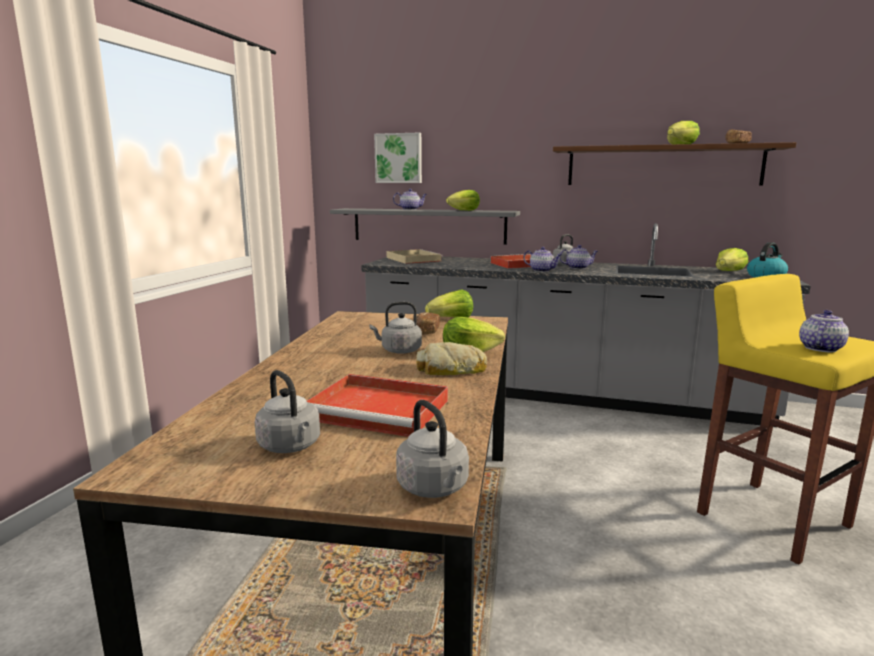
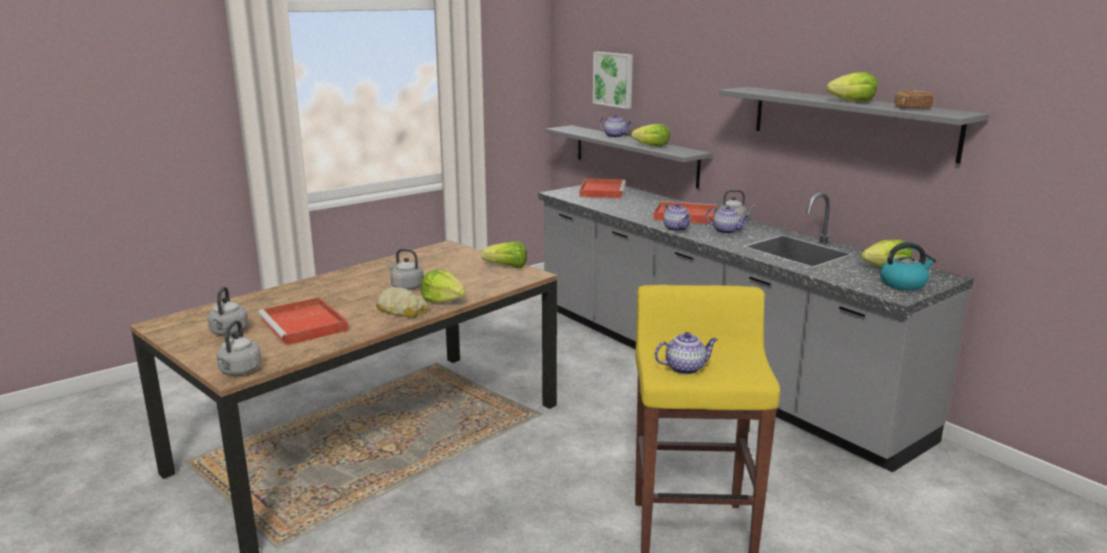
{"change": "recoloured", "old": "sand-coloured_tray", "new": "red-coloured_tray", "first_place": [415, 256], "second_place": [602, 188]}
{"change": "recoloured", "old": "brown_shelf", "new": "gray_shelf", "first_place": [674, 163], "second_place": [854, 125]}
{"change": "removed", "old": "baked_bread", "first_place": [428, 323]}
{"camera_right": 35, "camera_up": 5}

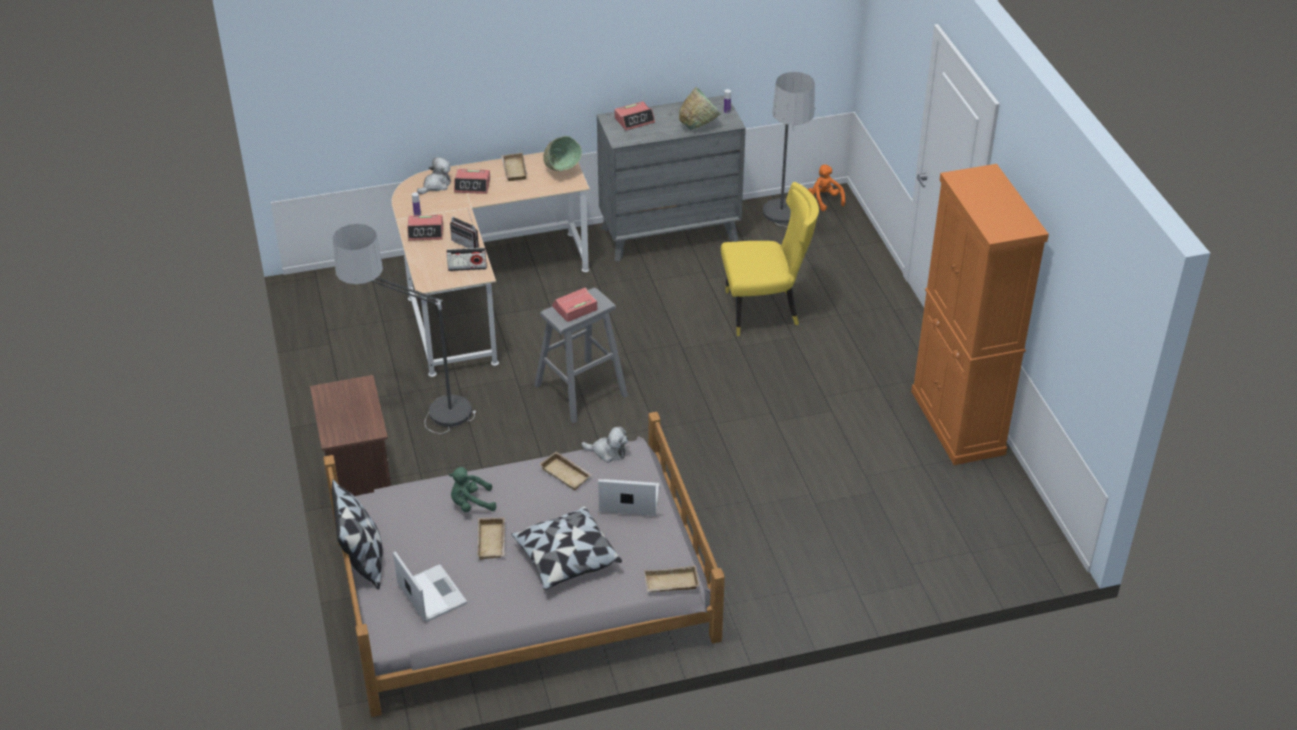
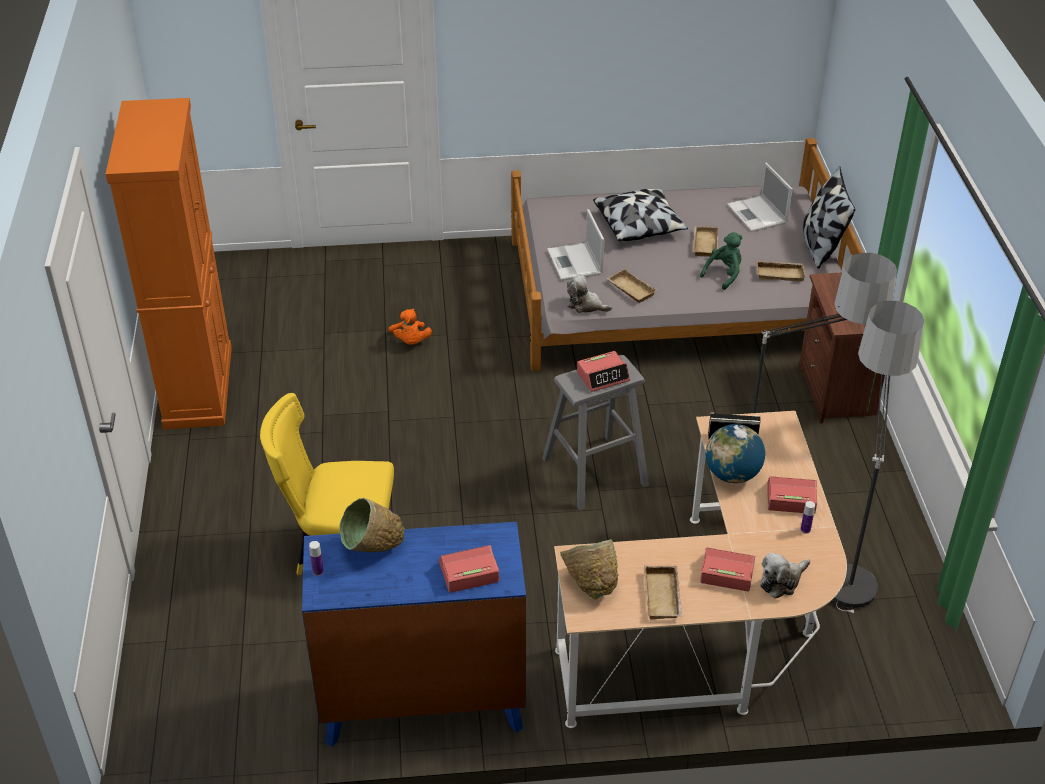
{"change": "recoloured", "old": "gray_drawer_chest", "new": "blue-coloured_drawer_chest", "first_place": [671, 178], "second_place": [414, 634]}
{"change": "moved", "old": "orange-coloured_plush_toy", "first_place": [826, 187], "second_place": [410, 327]}
{"change": "turned", "old": "portable_computer", "first_place": [629, 497], "second_place": [575, 245], "degrees": 60}
{"change": "turned", "old": "greenish_plush_toy", "first_place": [473, 489], "second_place": [721, 261], "degrees": -45}
{"change": "replaced", "old": "radio", "new": "desk_globe", "first_place": [464, 229], "second_place": [735, 453]}
{"change": "moved", "old": "sand-coloured_tray", "first_place": [671, 578], "second_place": [781, 271]}
{"change": "moved", "old": "standard_lamp", "first_place": [789, 149], "second_place": [878, 457]}
{"camera_right": -170, "camera_up": 0}

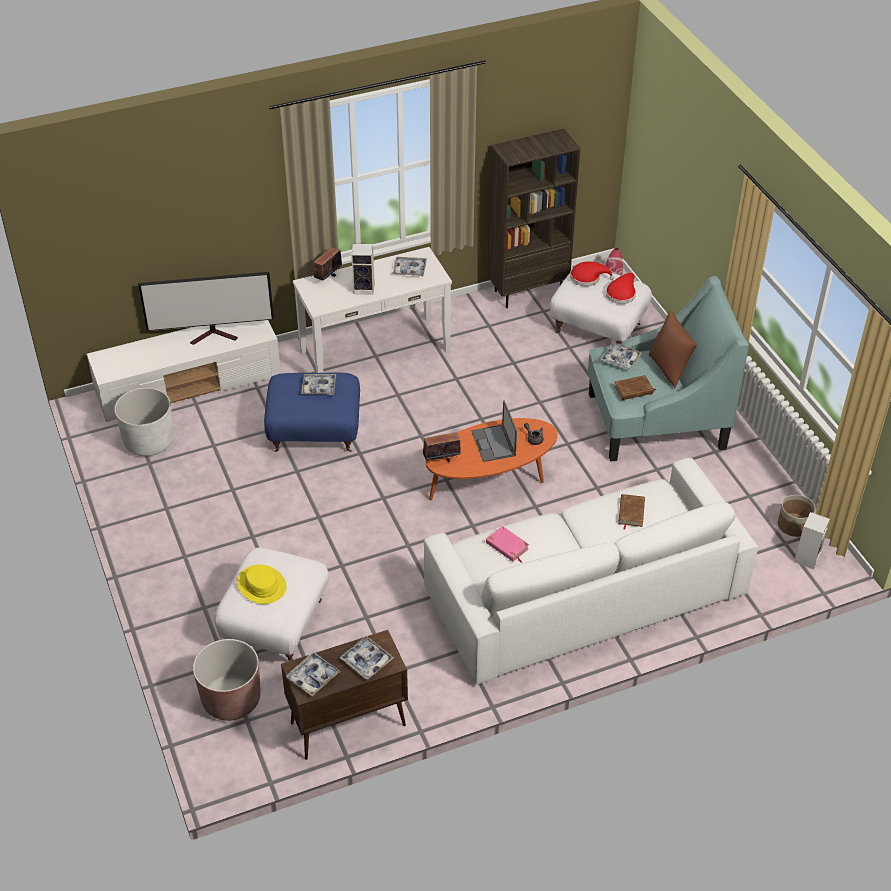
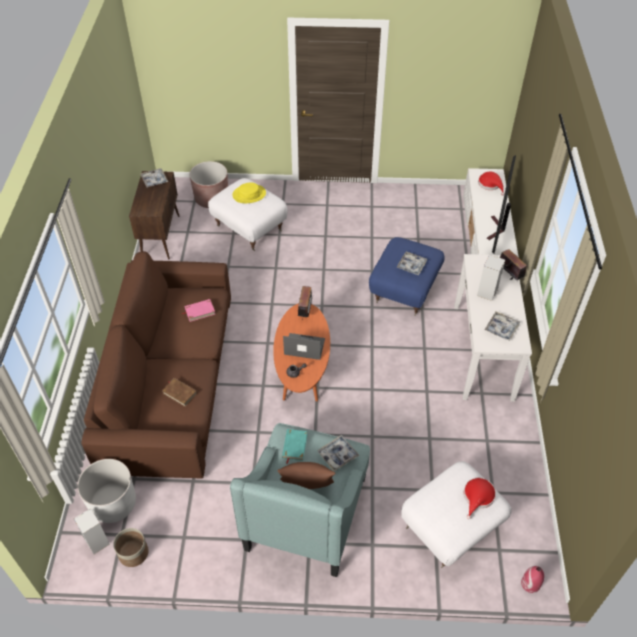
{"change": "moved", "old": "white-coloured_planter", "first_place": [144, 421], "second_place": [106, 491]}
{"change": "recoloured", "old": "white-coloured_couch", "new": "brown_couch", "first_place": [591, 571], "second_place": [156, 365]}
{"change": "recoloured", "old": "brown_bound_book", "new": "turquoise-coloured_bound_book", "first_place": [635, 387], "second_place": [294, 446]}
{"change": "moved", "old": "red-coloured_wearable_hat", "first_place": [621, 288], "second_place": [491, 184]}
{"change": "removed", "old": "tray", "first_place": [366, 657]}
{"change": "removed", "old": "brown_bookcase", "first_place": [533, 218]}
{"camera_right": 115, "camera_up": 5}

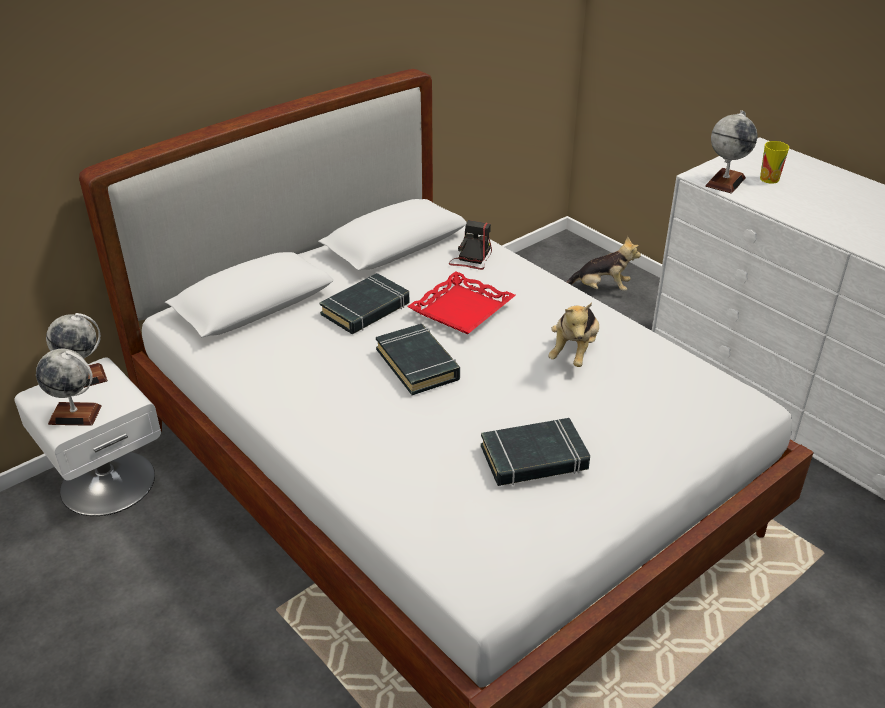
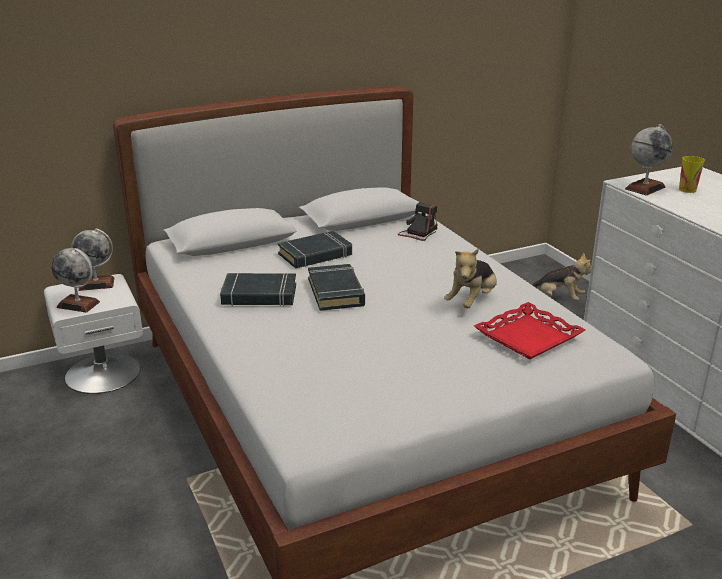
{"change": "moved", "old": "blackish_bound_book", "first_place": [535, 452], "second_place": [258, 289]}
{"change": "moved", "old": "red-coloured_tray", "first_place": [461, 302], "second_place": [530, 330]}
{"camera_right": 15, "camera_up": -10}

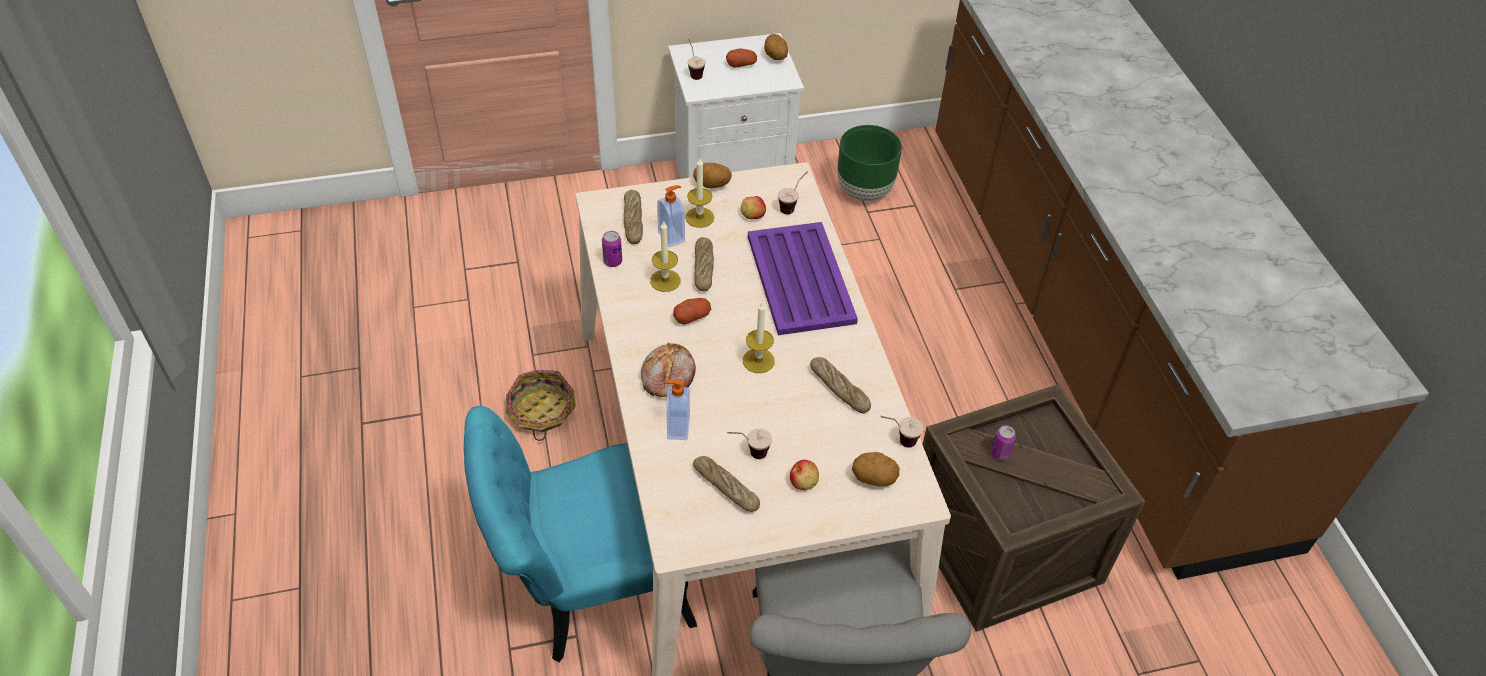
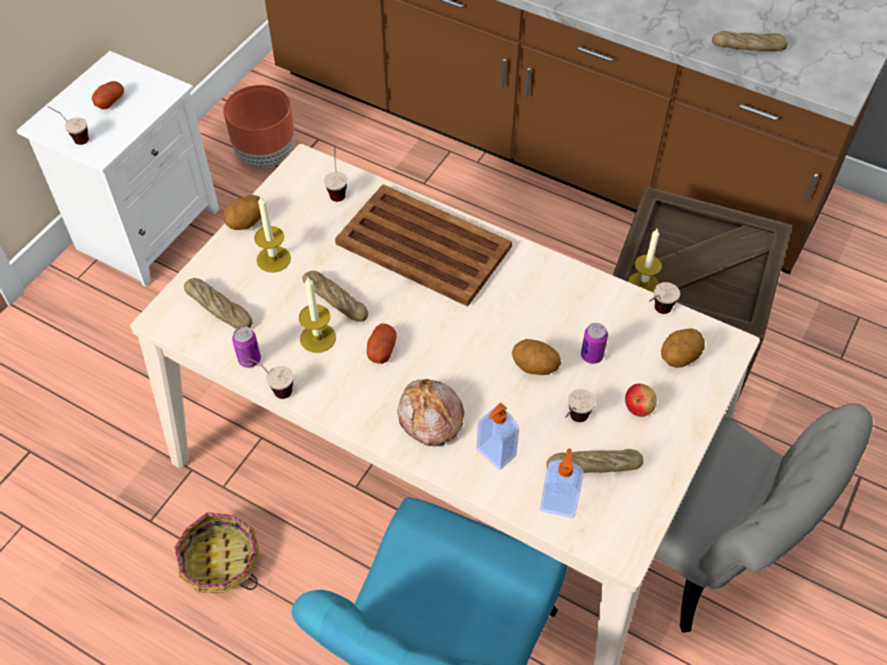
{"change": "recoloured", "old": "greenish_planter", "new": "brown_planter", "first_place": [869, 163], "second_place": [259, 126]}
{"change": "added", "new": "small_cup", "second_place": [269, 377]}
{"change": "recoloured", "old": "purple_tray", "new": "brown_tray", "first_place": [803, 278], "second_place": [423, 245]}
{"change": "moved", "old": "spud", "first_place": [776, 47], "second_place": [536, 357]}
{"change": "moved", "old": "soap_dispenser", "first_place": [671, 216], "second_place": [562, 483]}
{"change": "moved", "old": "sealed_can", "first_place": [1003, 442], "second_place": [594, 343]}
{"change": "moved", "old": "candle", "first_place": [759, 337], "second_place": [645, 261]}
{"change": "moved", "old": "baked_bread", "first_place": [840, 385], "second_place": [750, 41]}
{"change": "removed", "old": "apple", "first_place": [753, 207]}
{"camera_right": -45, "camera_up": 5}

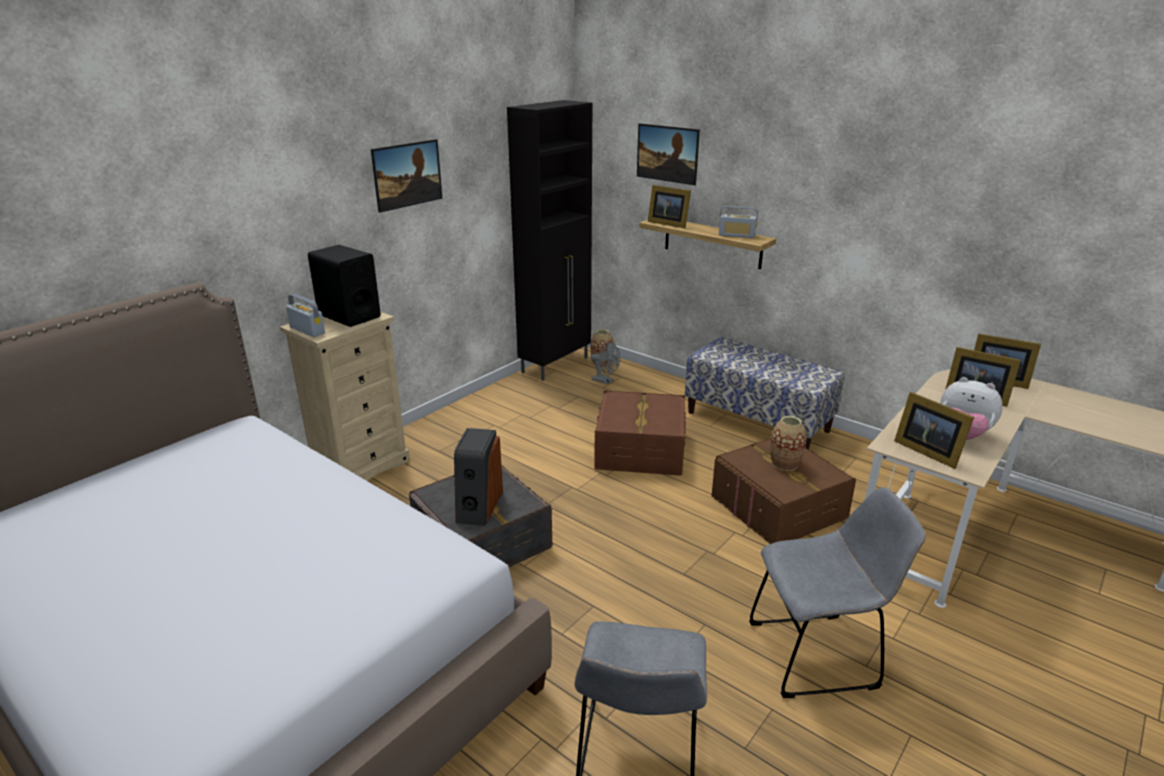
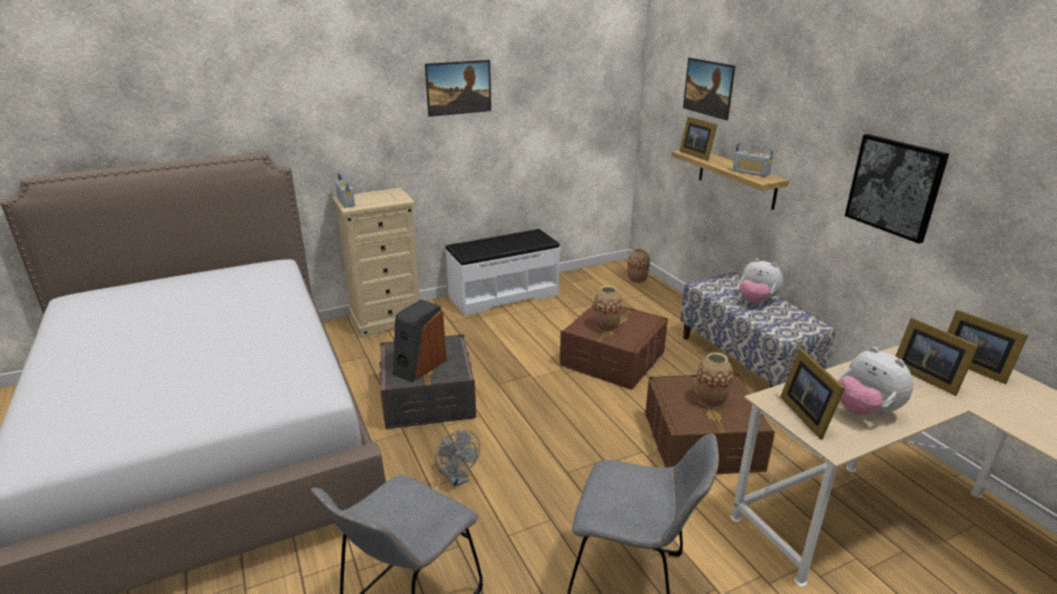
{"change": "moved", "old": "gray_electric_fan", "first_place": [605, 363], "second_place": [457, 458]}
{"change": "added", "new": "white-coloured_bench", "second_place": [502, 272]}
{"change": "added", "new": "vase", "second_place": [607, 309]}
{"change": "added", "new": "plush_toy", "second_place": [761, 280]}
{"change": "added", "new": "wall_art", "second_place": [897, 189]}
{"change": "removed", "old": "blackish_audio_speaker", "first_place": [344, 286]}
{"change": "removed", "old": "blackish_cabinet", "first_place": [549, 240]}
{"camera_right": 25, "camera_up": 0}

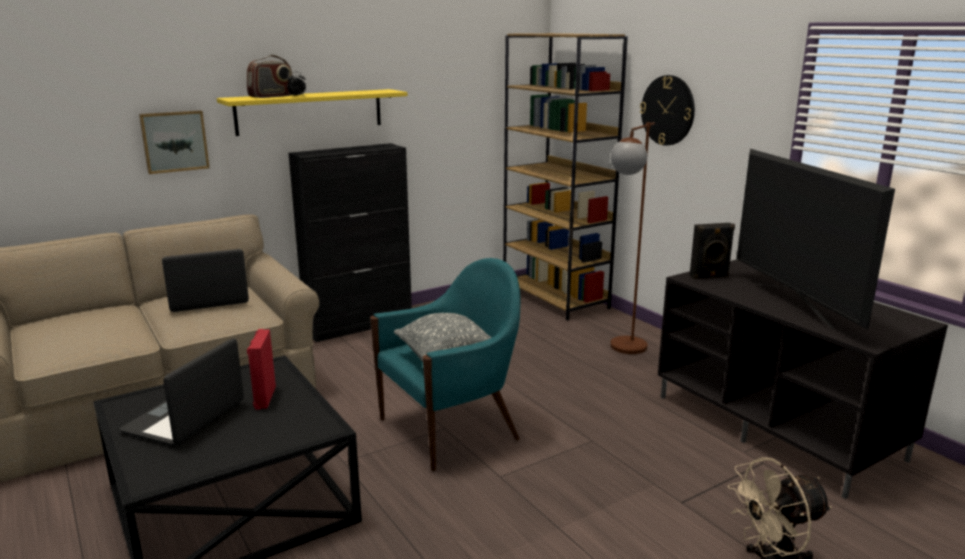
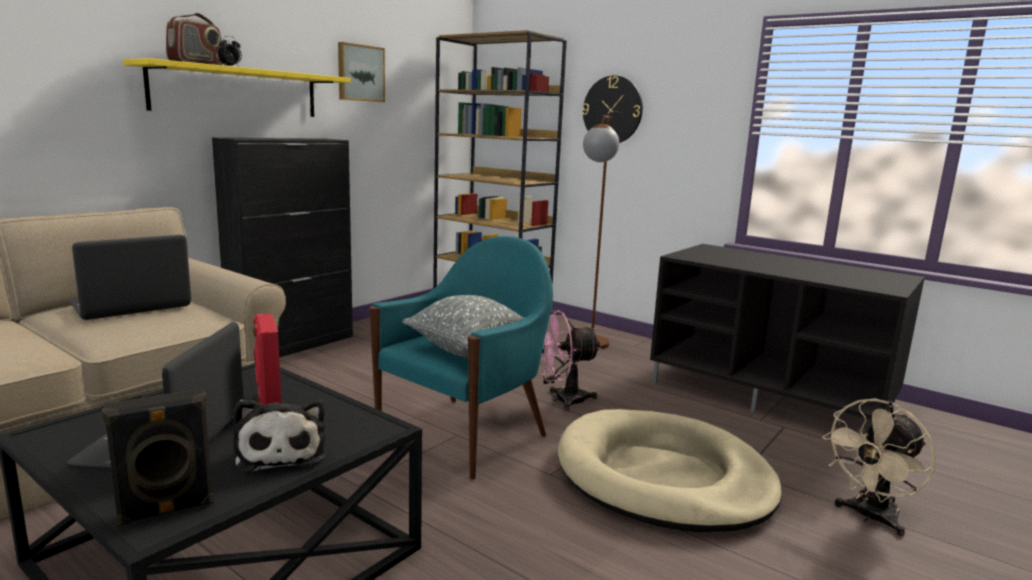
{"change": "moved", "old": "blackish_audio_speaker", "first_place": [712, 251], "second_place": [158, 457]}
{"change": "added", "new": "plush_toy", "second_place": [279, 436]}
{"change": "moved", "old": "wall_art", "first_place": [174, 142], "second_place": [361, 72]}
{"change": "added", "new": "pink_electric_fan", "second_place": [570, 360]}
{"change": "added", "new": "sand-coloured_dog_cushion", "second_place": [670, 470]}
{"change": "removed", "old": "TV", "first_place": [816, 239]}
{"camera_right": -20, "camera_up": -5}

